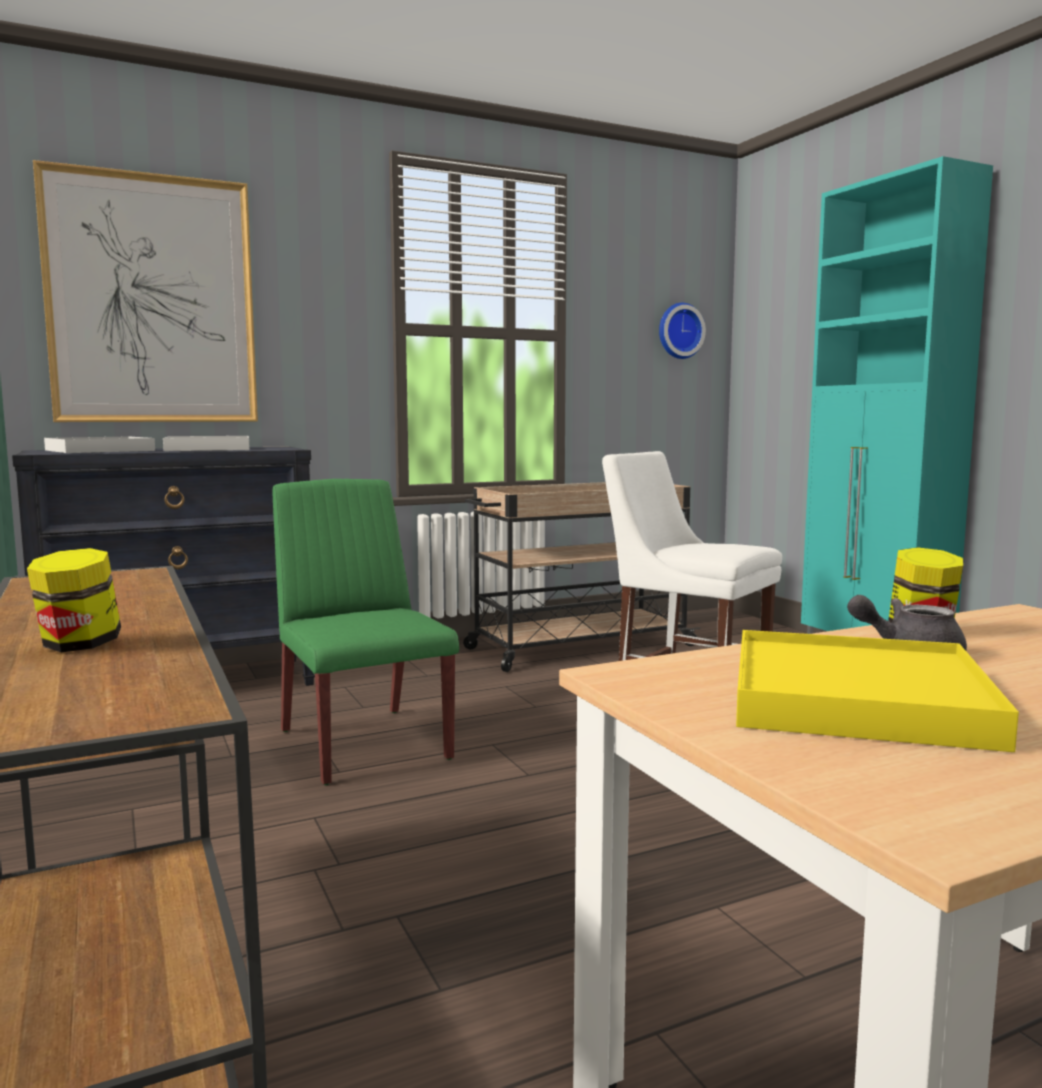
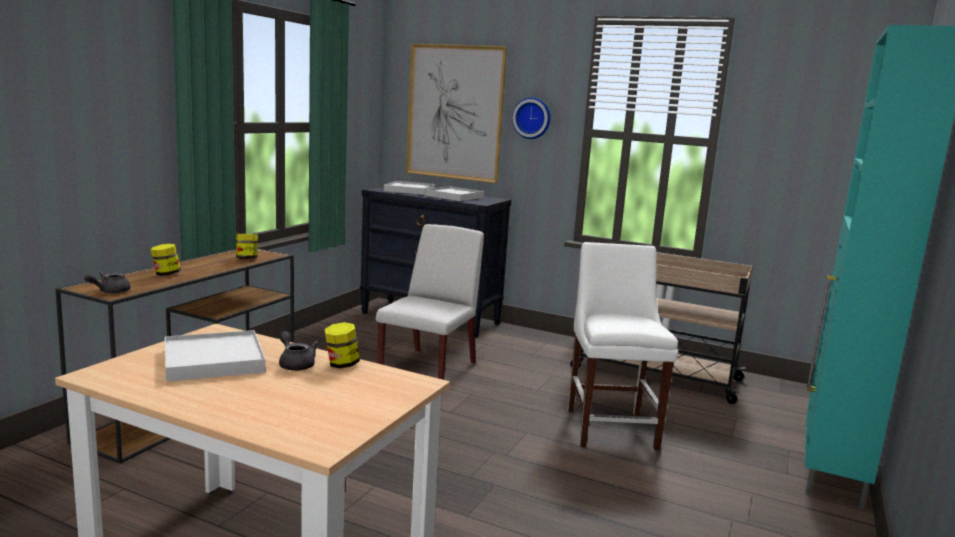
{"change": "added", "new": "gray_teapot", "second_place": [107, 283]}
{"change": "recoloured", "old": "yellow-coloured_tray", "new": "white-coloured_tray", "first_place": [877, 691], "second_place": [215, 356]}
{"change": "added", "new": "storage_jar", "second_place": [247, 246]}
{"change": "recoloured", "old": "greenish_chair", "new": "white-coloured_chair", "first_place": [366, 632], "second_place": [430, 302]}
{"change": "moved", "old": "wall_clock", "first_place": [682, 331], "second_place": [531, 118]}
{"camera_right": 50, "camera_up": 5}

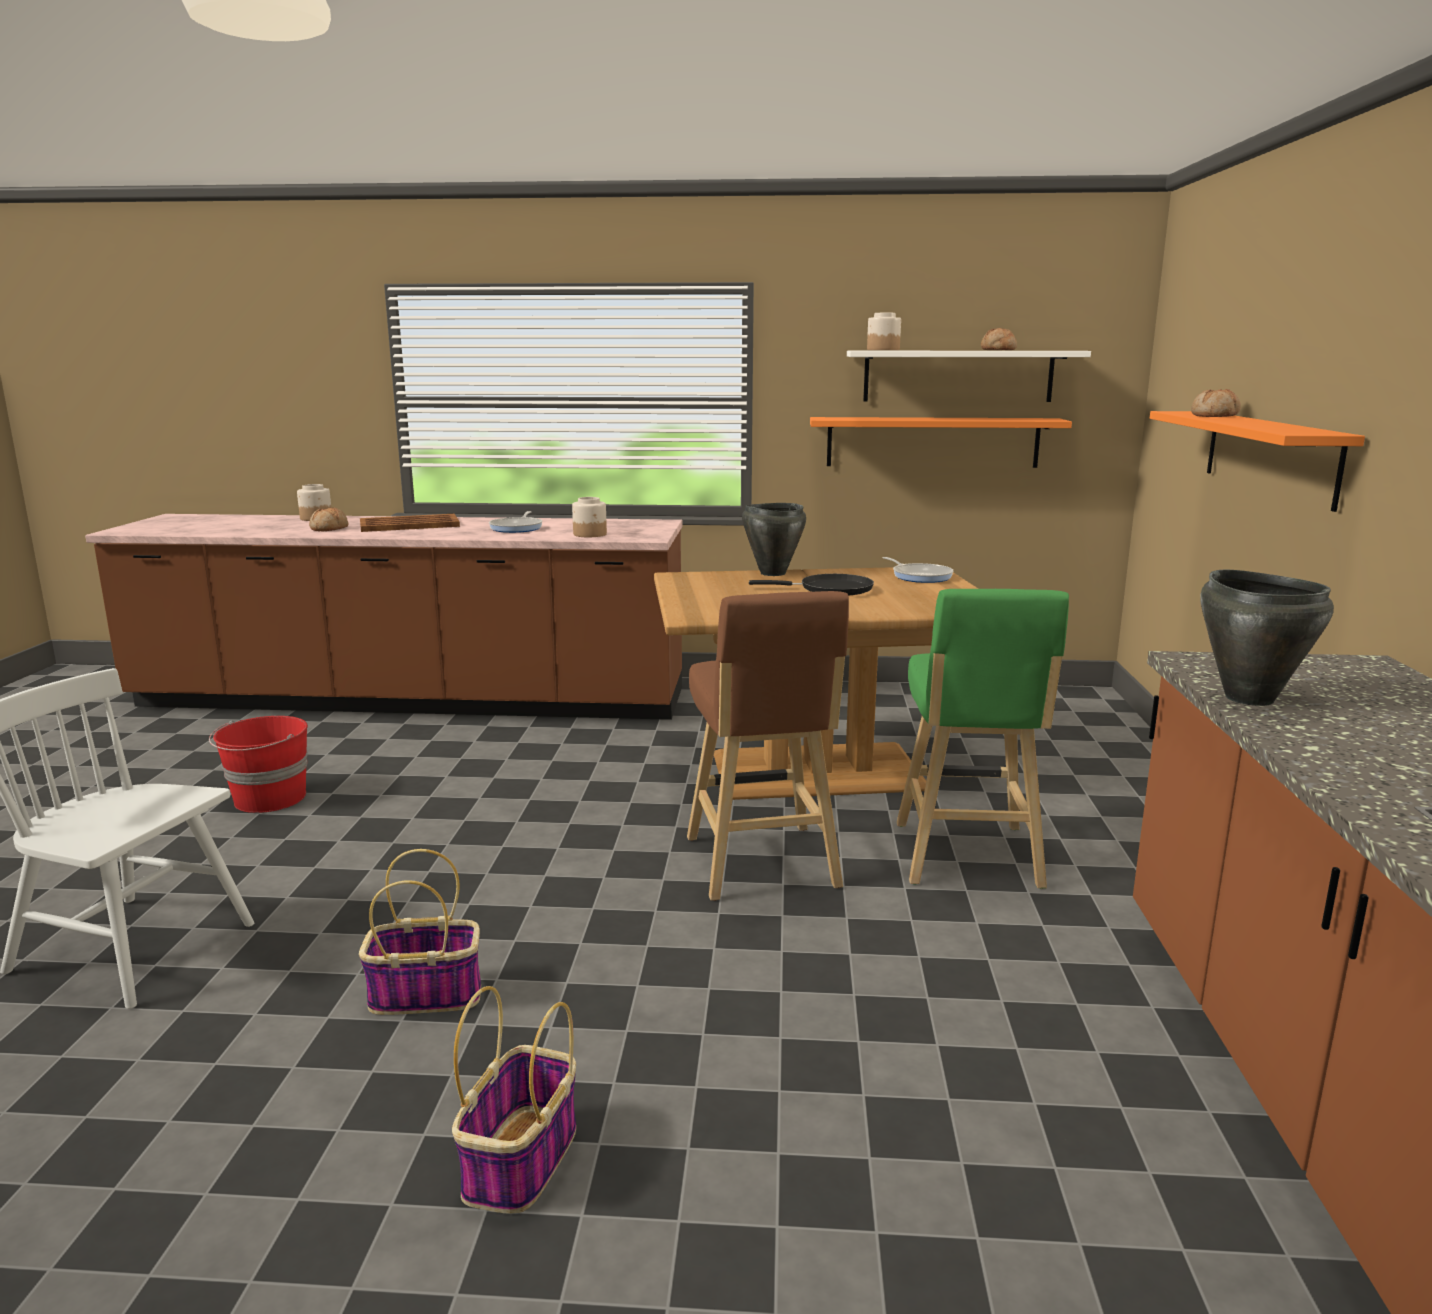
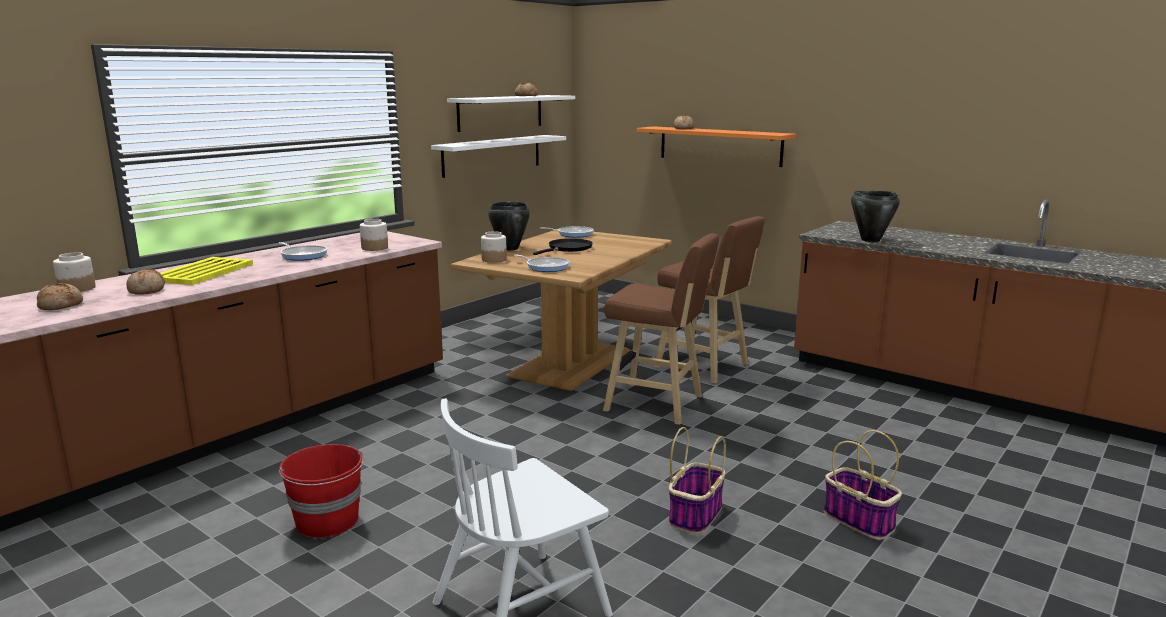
{"change": "added", "new": "baked_bread", "second_place": [60, 296]}
{"change": "recoloured", "old": "brown_tray", "new": "yellow-coloured_tray", "first_place": [410, 523], "second_place": [206, 271]}
{"change": "recoloured", "old": "orange-coloured_shelf", "new": "white-coloured_shelf", "first_place": [941, 442], "second_place": [498, 156]}
{"change": "moved", "old": "storage_jar", "first_place": [884, 331], "second_place": [494, 247]}
{"change": "added", "new": "skillet", "second_place": [542, 263]}
{"change": "recoloured", "old": "greenish_stool", "new": "brown_stool", "first_place": [983, 739], "second_place": [709, 300]}
{"camera_right": -55, "camera_up": 0}

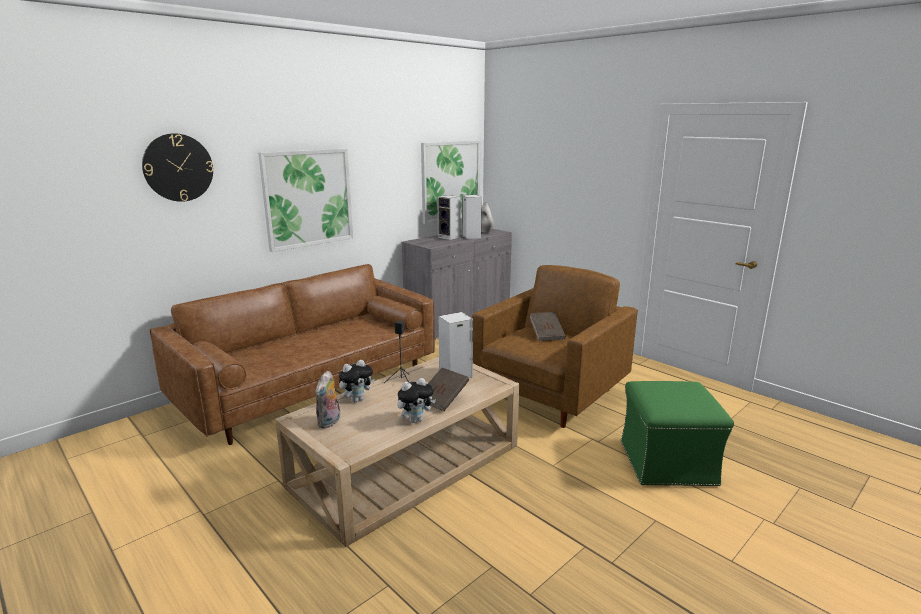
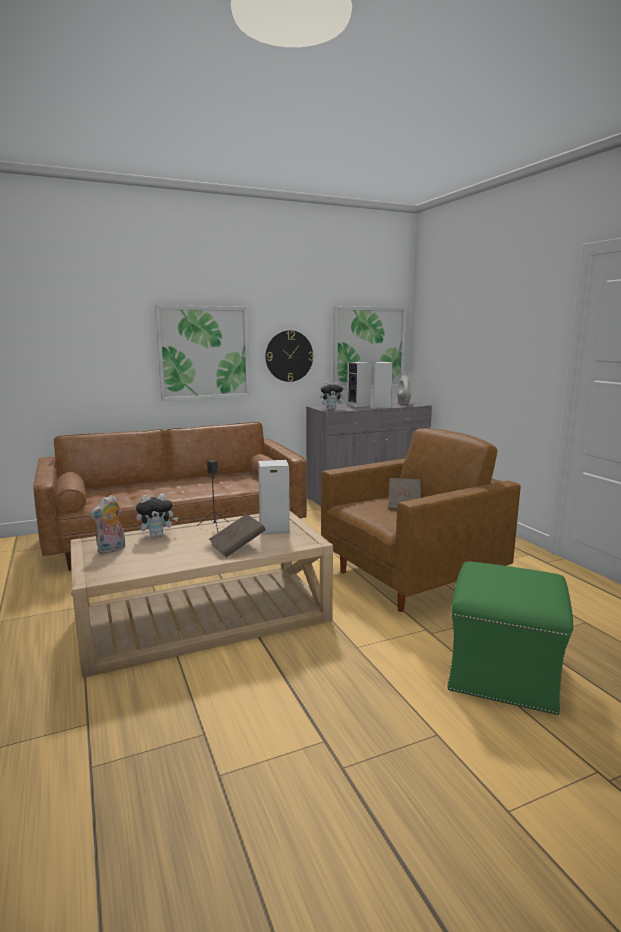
{"change": "moved", "old": "wall_clock", "first_place": [178, 167], "second_place": [289, 356]}
{"change": "moved", "old": "plush_toy", "first_place": [416, 400], "second_place": [332, 396]}
{"camera_right": 20, "camera_up": -5}

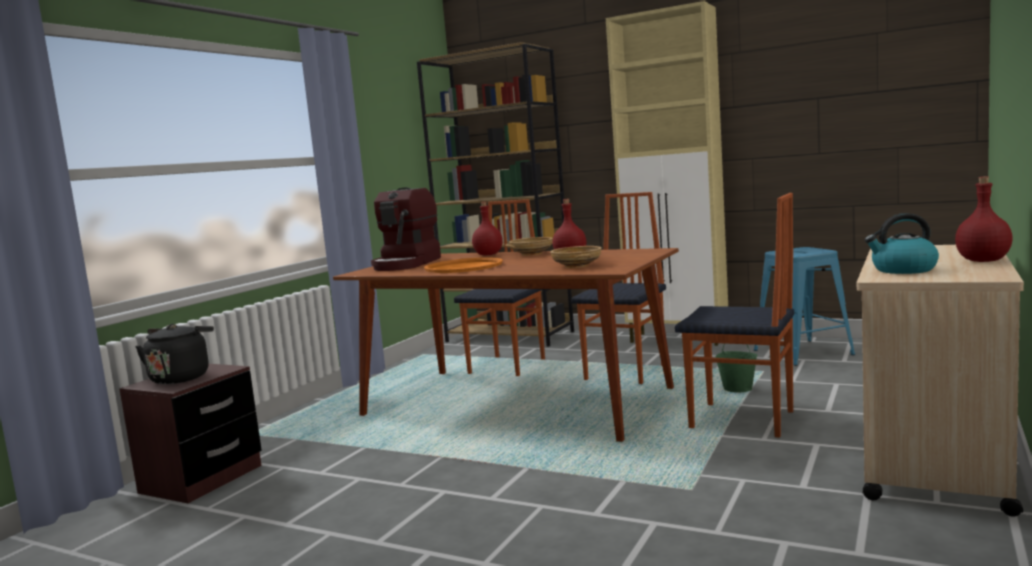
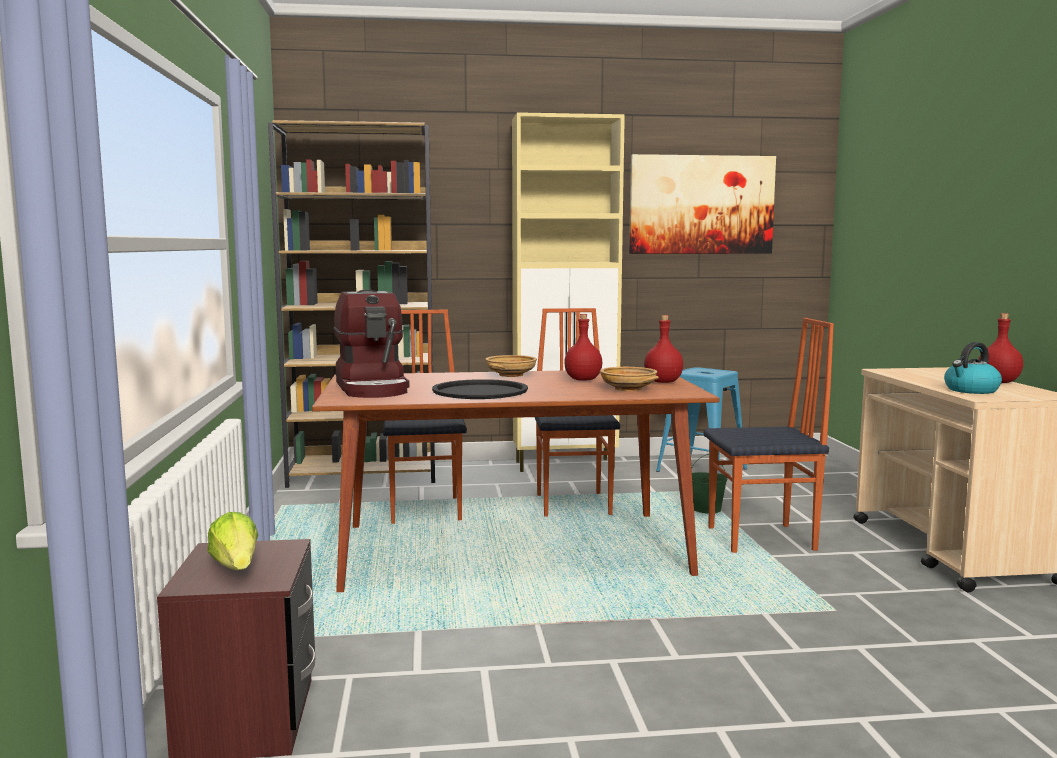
{"change": "replaced", "old": "blackish_water_kettle", "new": "head_of_lettuce", "first_place": [174, 354], "second_place": [232, 541]}
{"change": "recoloured", "old": "orange-coloured_tray", "new": "blackish_tray", "first_place": [463, 265], "second_place": [480, 389]}
{"change": "added", "new": "wall_art", "second_place": [702, 204]}
{"change": "moved", "old": "red-coloured_bottle", "first_place": [487, 228], "second_place": [663, 349]}
{"camera_right": -35, "camera_up": 0}

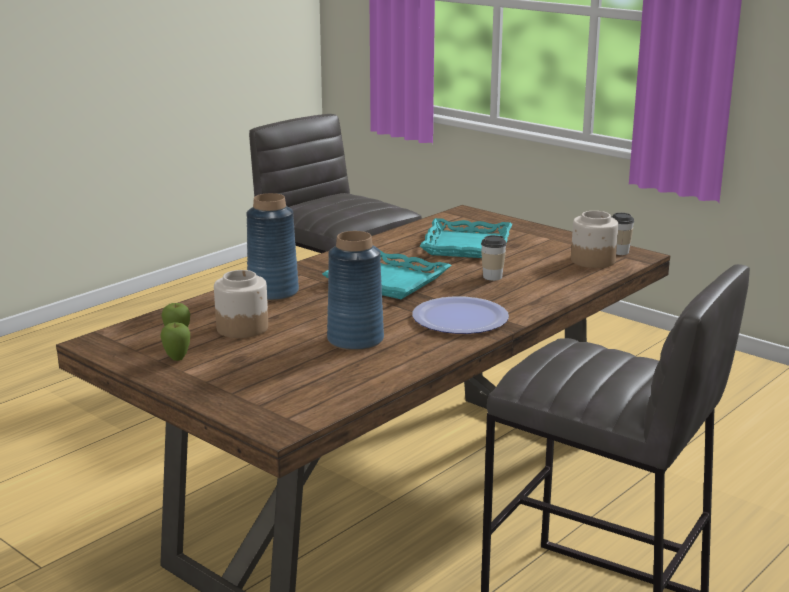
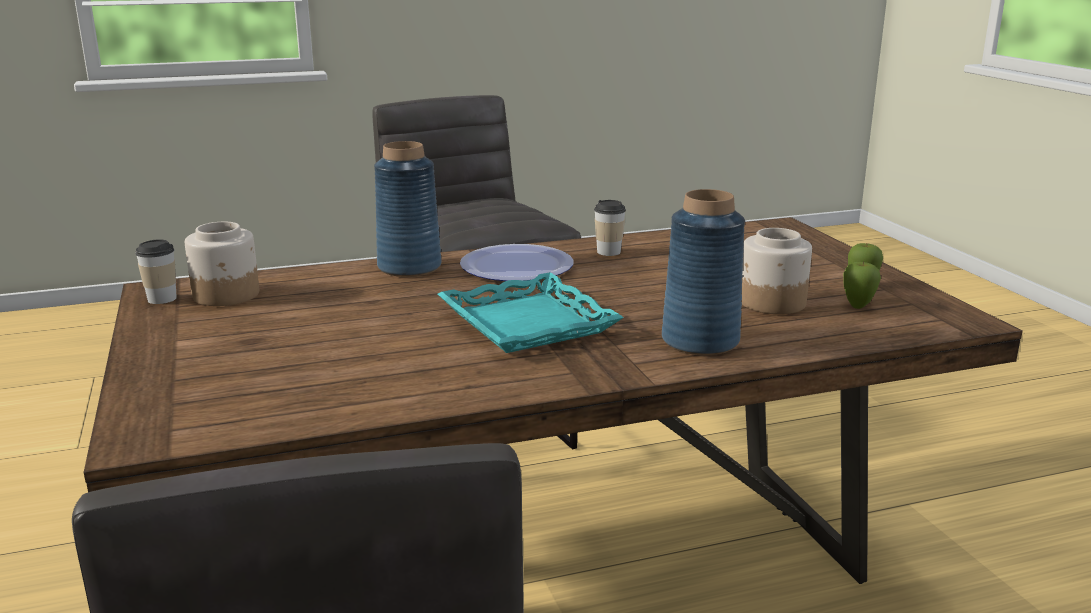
{"change": "moved", "old": "blue-coloured_vase", "first_place": [355, 290], "second_place": [407, 209]}
{"change": "moved", "old": "small_cup", "first_place": [494, 258], "second_place": [610, 228]}
{"change": "removed", "old": "turquoise-coloured_tray", "first_place": [466, 238]}
{"camera_right": -150, "camera_up": 0}

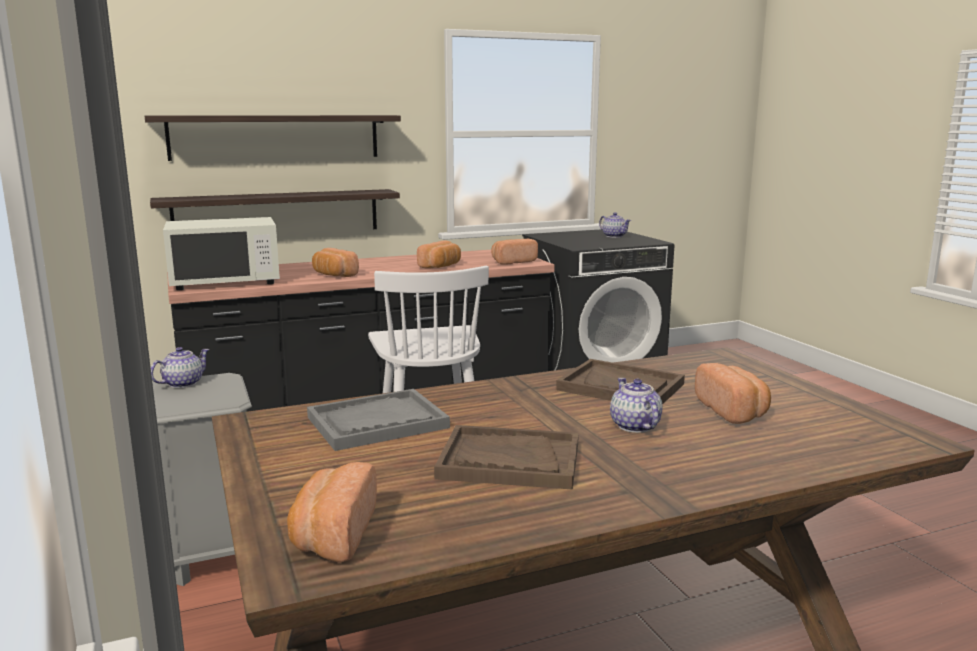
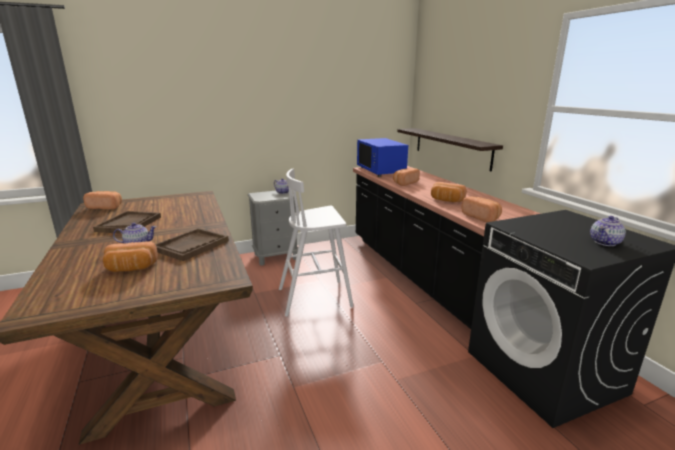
{"change": "recoloured", "old": "white-coloured_kitchen_microwave", "new": "blue-coloured_kitchen_microwave", "first_place": [221, 253], "second_place": [382, 157]}
{"change": "removed", "old": "shelf", "first_place": [273, 138]}
{"change": "removed", "old": "gray_tray", "first_place": [378, 420]}
{"camera_right": 90, "camera_up": 5}

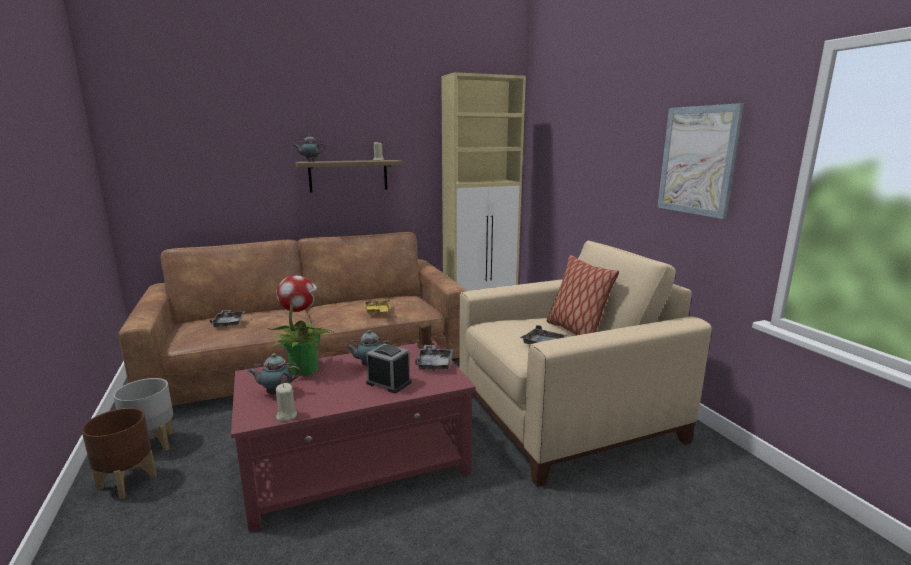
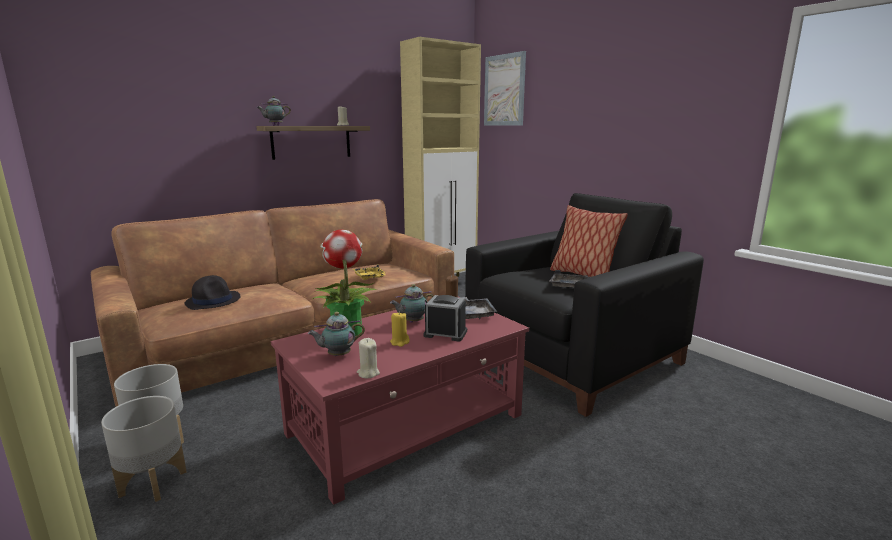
{"change": "recoloured", "old": "brown_planter", "new": "gray_planter", "first_place": [119, 453], "second_place": [144, 449]}
{"change": "replaced", "old": "gray_tray", "new": "blackish_wearable_hat", "first_place": [227, 318], "second_place": [212, 292]}
{"change": "added", "new": "yellow-coloured_candle", "second_place": [400, 329]}
{"change": "recoloured", "old": "sand-coloured_easy_chair", "new": "blackish_easy_chair", "first_place": [585, 364], "second_place": [584, 305]}
{"change": "moved", "old": "wall_art", "first_place": [701, 161], "second_place": [505, 88]}
{"camera_right": -15, "camera_up": 0}

